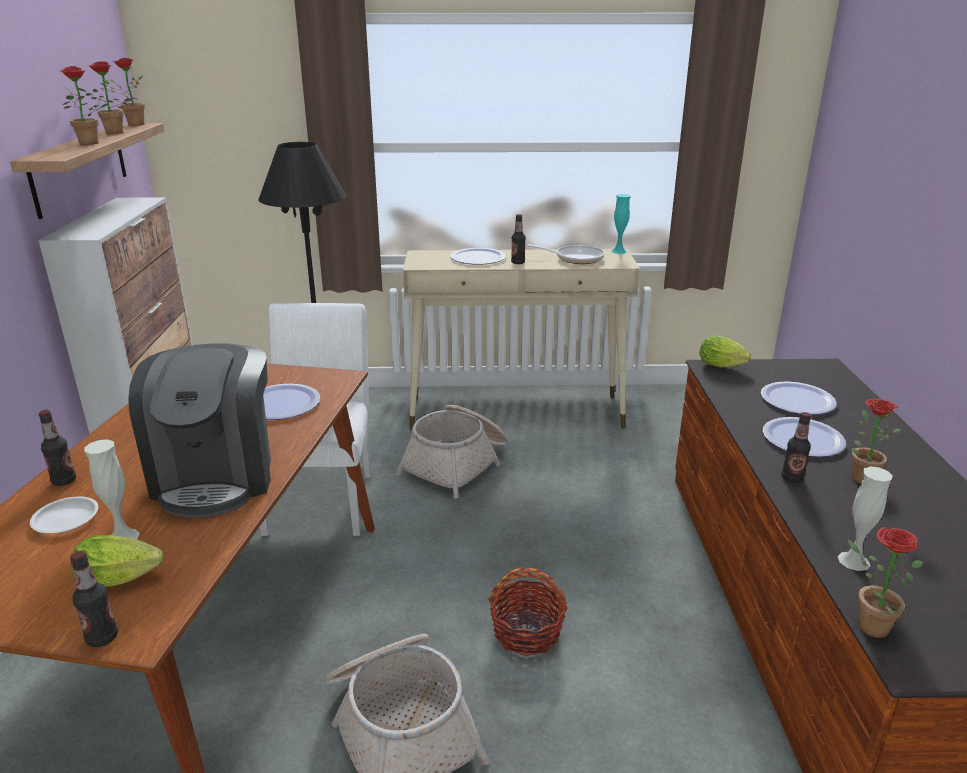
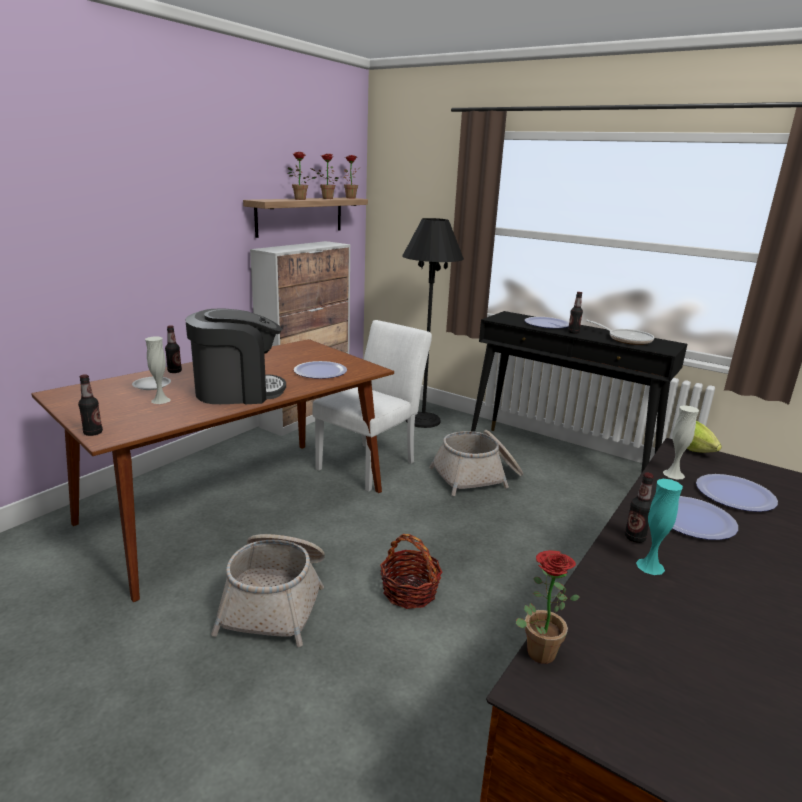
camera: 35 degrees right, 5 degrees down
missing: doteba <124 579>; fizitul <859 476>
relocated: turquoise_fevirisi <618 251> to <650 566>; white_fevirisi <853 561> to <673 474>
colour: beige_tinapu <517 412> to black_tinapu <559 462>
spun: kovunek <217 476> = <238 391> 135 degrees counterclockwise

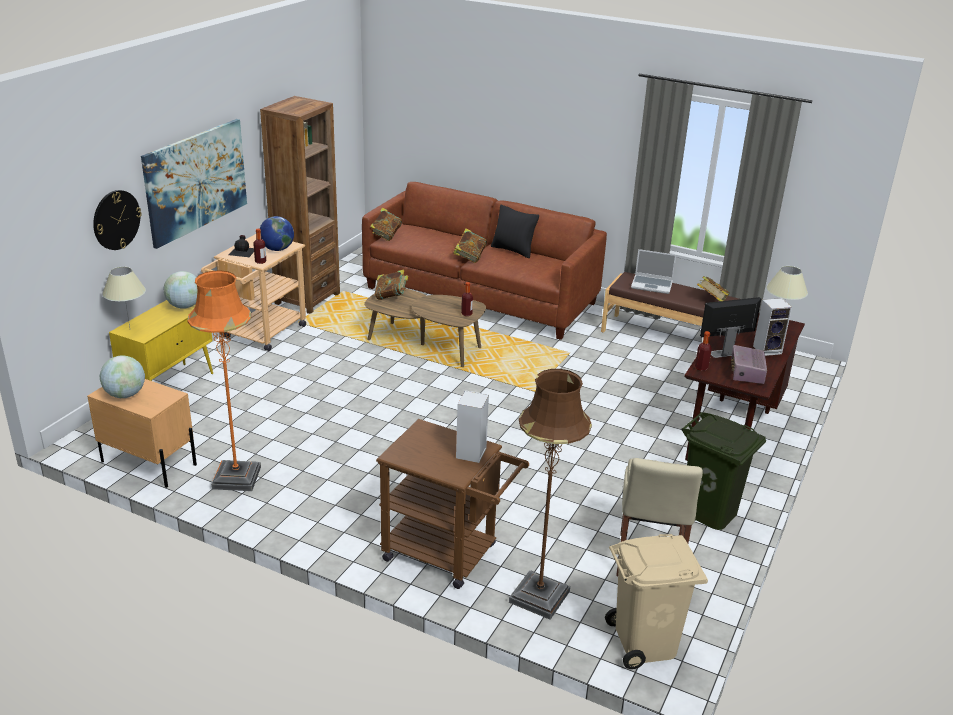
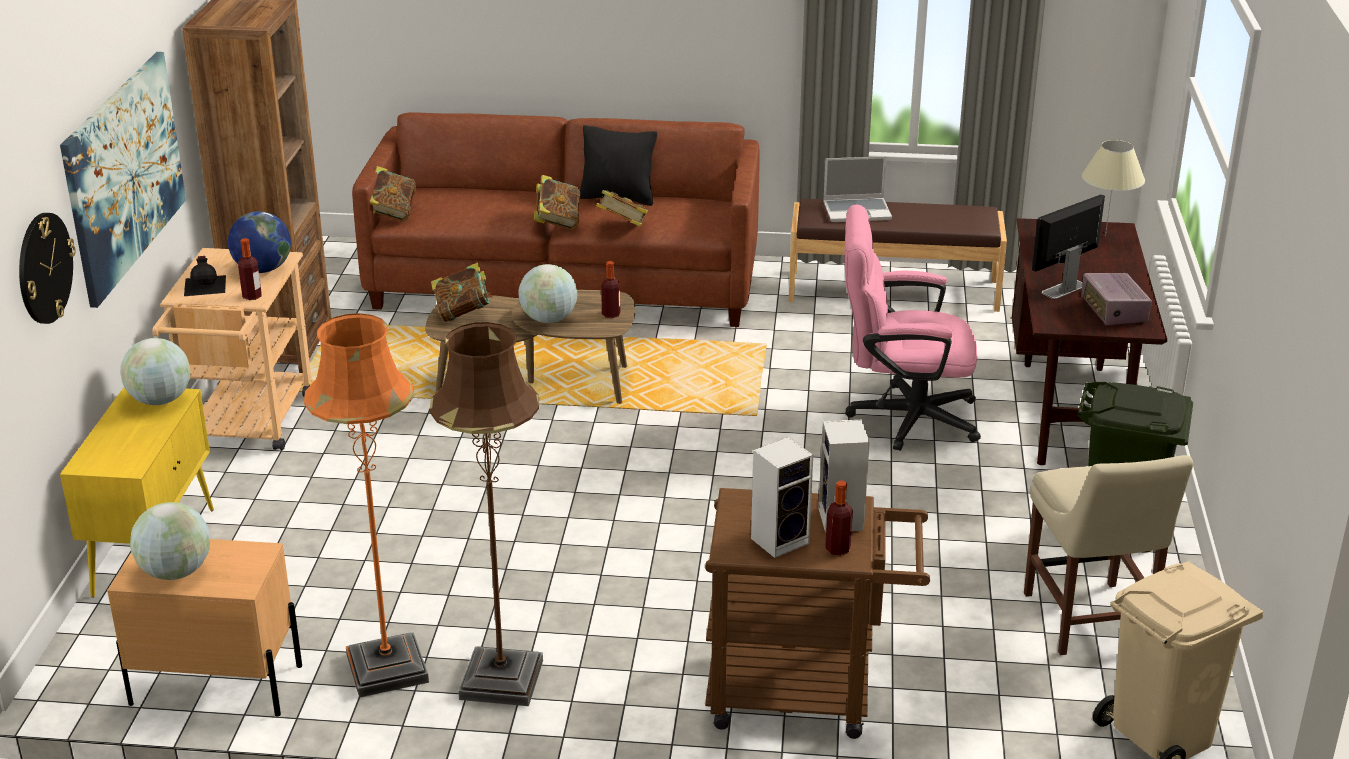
camera: 20 degrees left, 0 degrees up
missing: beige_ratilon <130 329>
appeared: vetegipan <549 319>; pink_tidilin <901 417>
relocated: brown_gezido <539 596> to <501 680>; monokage <701 368> to <837 549>; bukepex <711 301> to <622 227>; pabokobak <768 349> to <781 540>

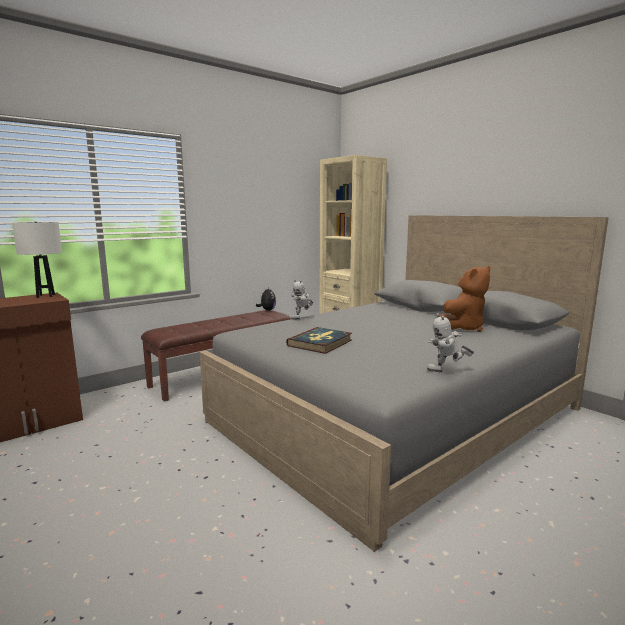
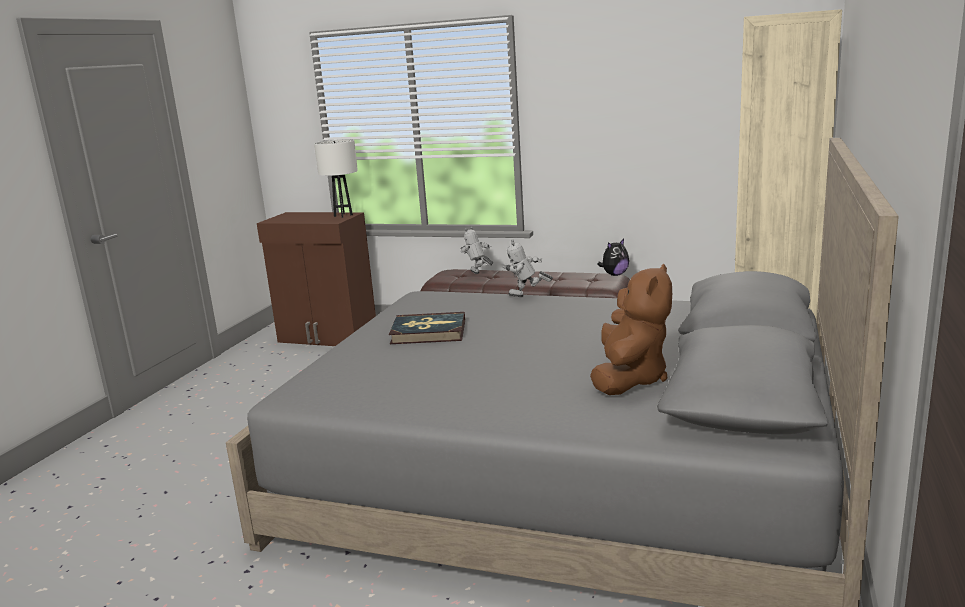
camera: 60 degrees right, 5 degrees up
relocated: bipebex <447 372> to <478 275>
spun: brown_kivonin <462 328> = <629 379> 90 degrees counterclockwise

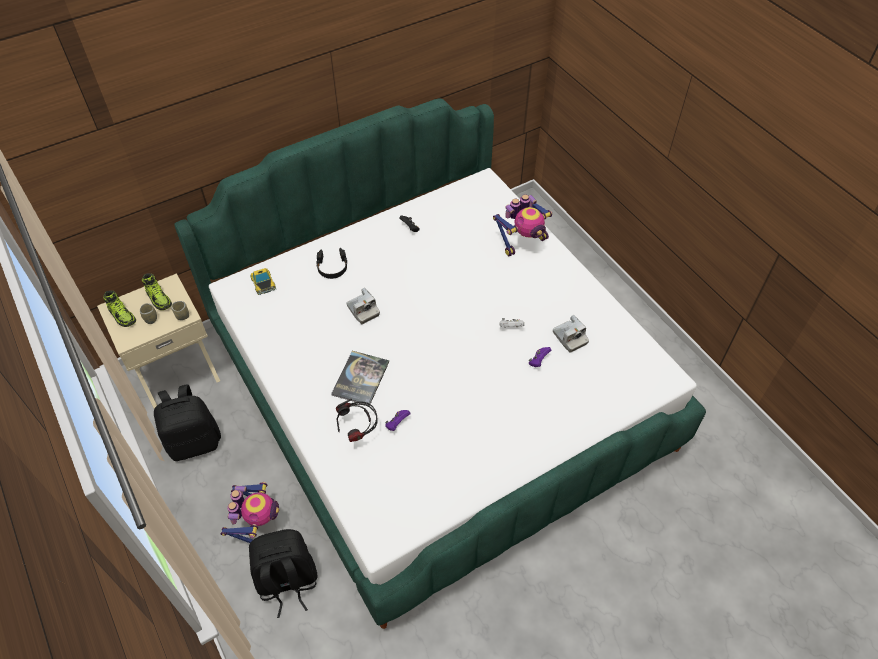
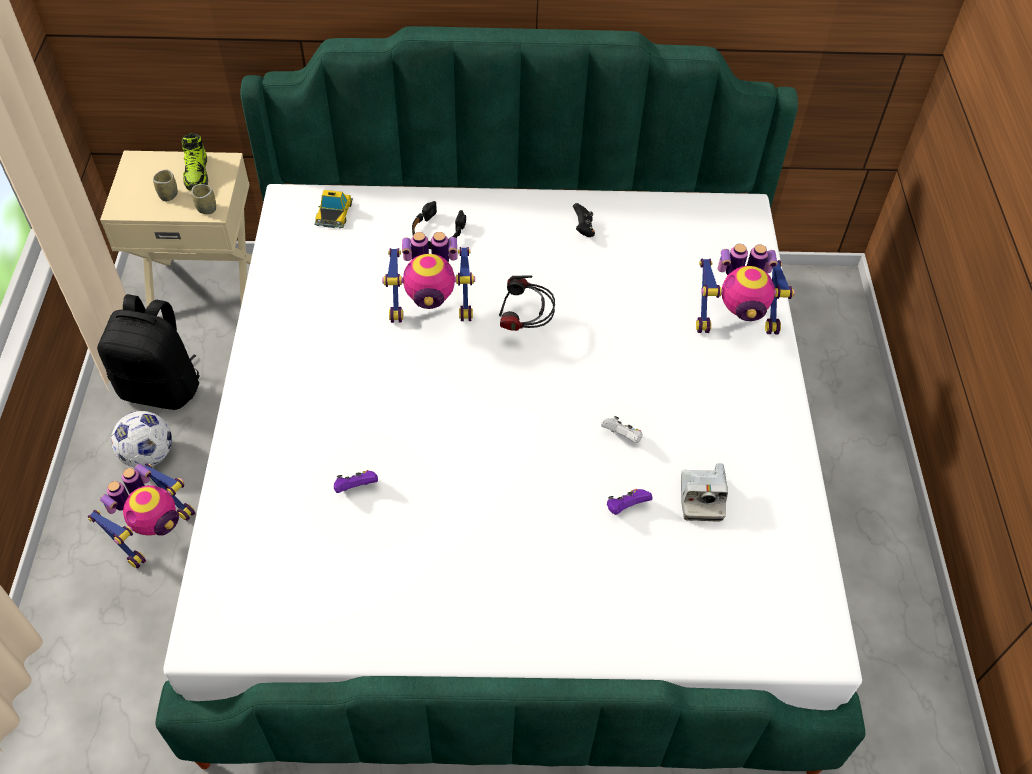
camera: 30 degrees right, 0 degrees up
missing: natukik <122 315>; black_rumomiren <287 582>; bukepex <360 378>
appeared: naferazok <148 455>
relocated: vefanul <359 431> to <525 327>
exchanged: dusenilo <363 311> to bipebex <432 310>

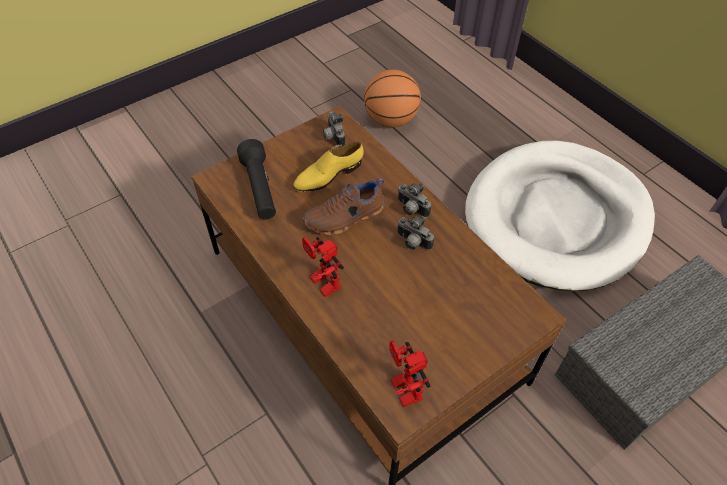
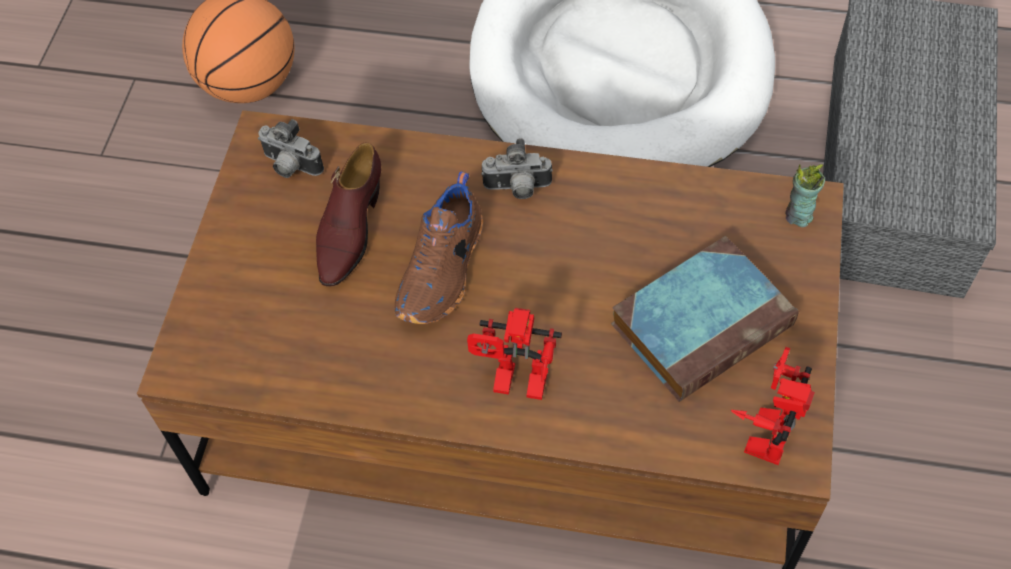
camera: 40 degrees left, 5 degrees up
missing: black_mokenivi <260 189>; dusenilo <412 243>
appeared: bukepex <703 322>; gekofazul <798 216>
colour: yellow_natukik <328 175> to brown_natukik <349 229>
spun: bipebex <401 389> = <762 430> 90 degrees clockwise

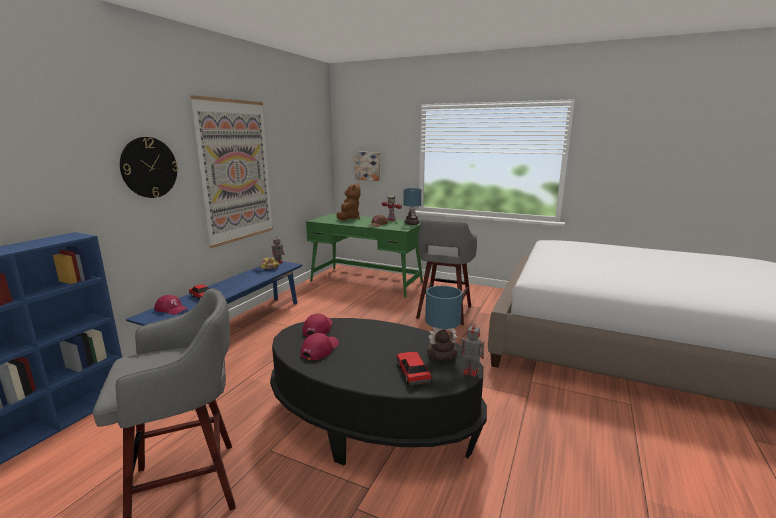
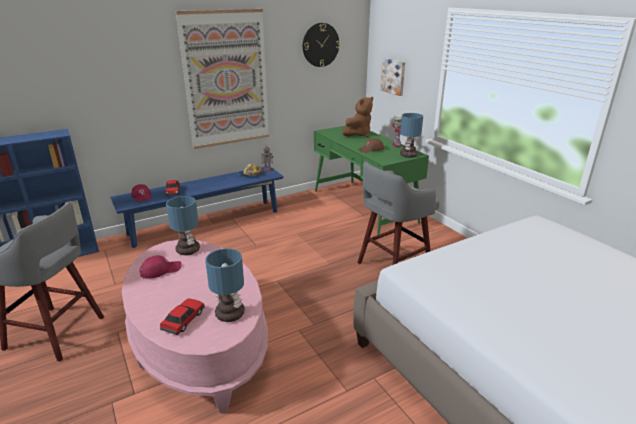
camera: 35 degrees right, 10 degrees up
missing: bipebex <469 371>
relocated: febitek <149 167> to <320 45>
exchanged: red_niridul <318 328> to ratilon <187 250>
colour: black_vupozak <372 420> to pink_vupozak <199 344>

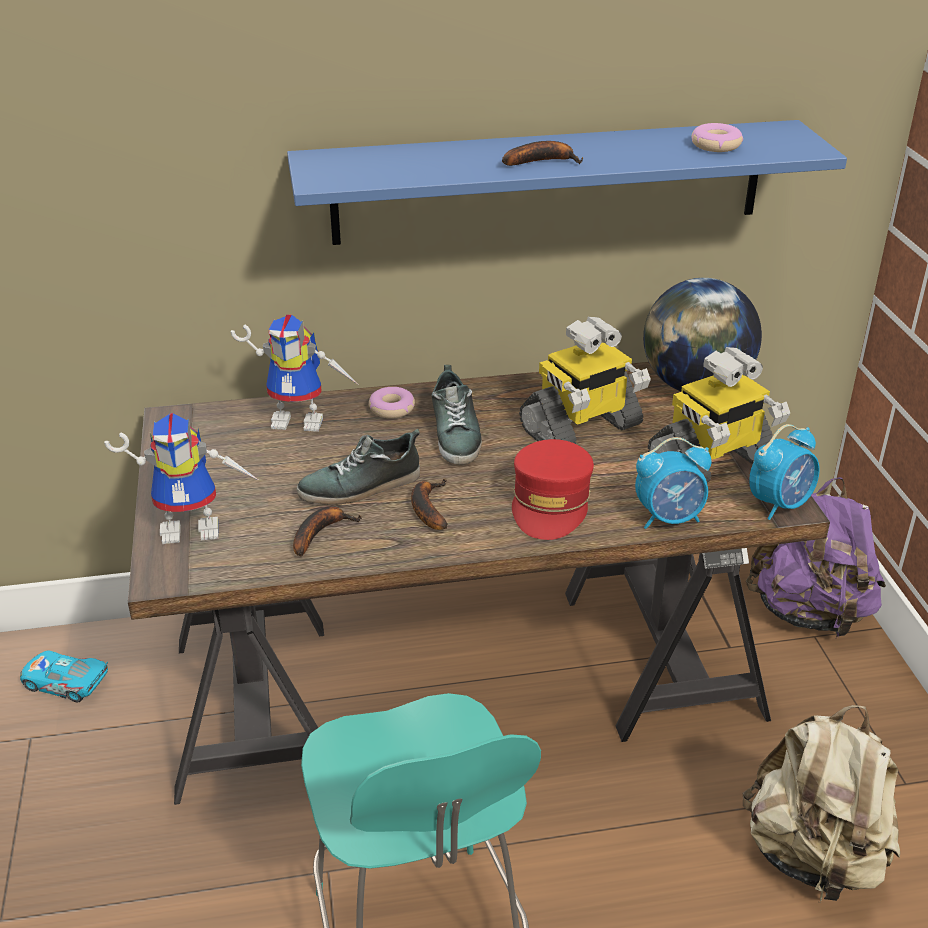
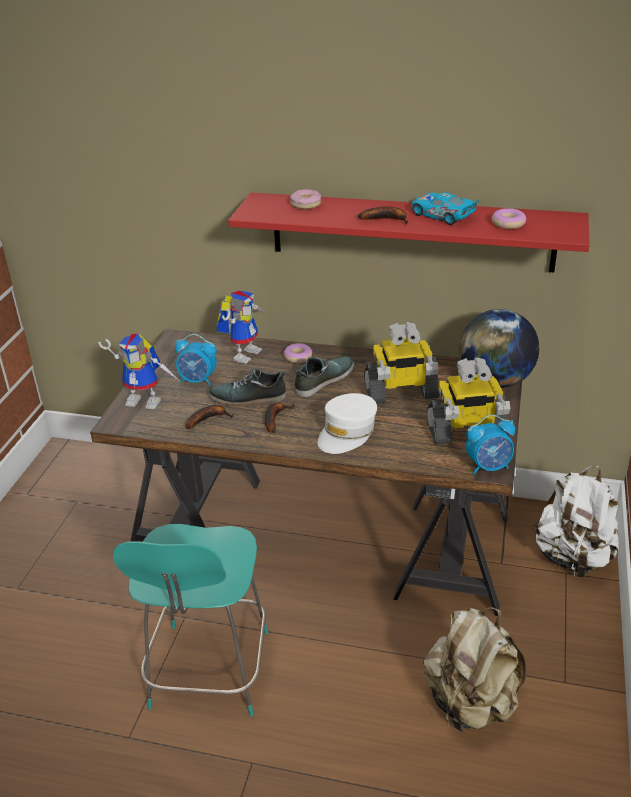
camera: 25 degrees right, 0 degrees up
appeared: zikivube <305 204>
relocated: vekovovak <66 683> to <442 215>; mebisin <669 518> to <198 380>
colour: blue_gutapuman <549 182> to red_gutapuman <411 232>; red_niridul <550 503> to white_niridul <347 432>; purple_rumomiren <809 613> to white_rumomiren <572 557>
spun: bipebex <303 419> = <244 353> 90 degrees counterclockwise; natukik <456 434> = <323 380> 150 degrees counterclockwise

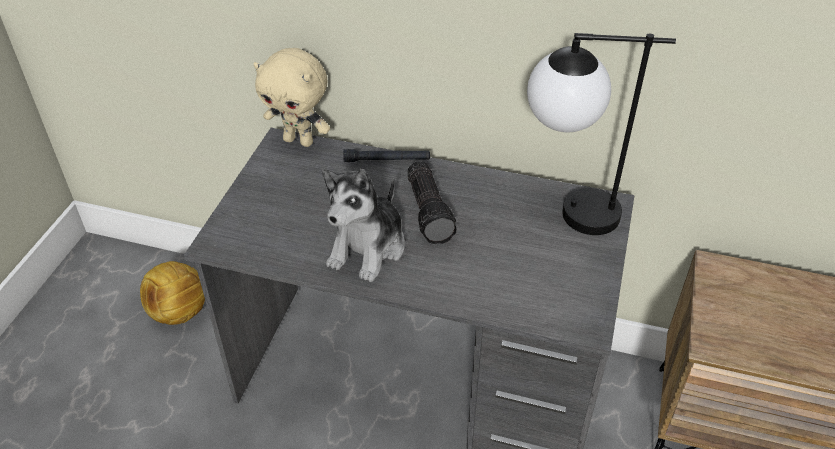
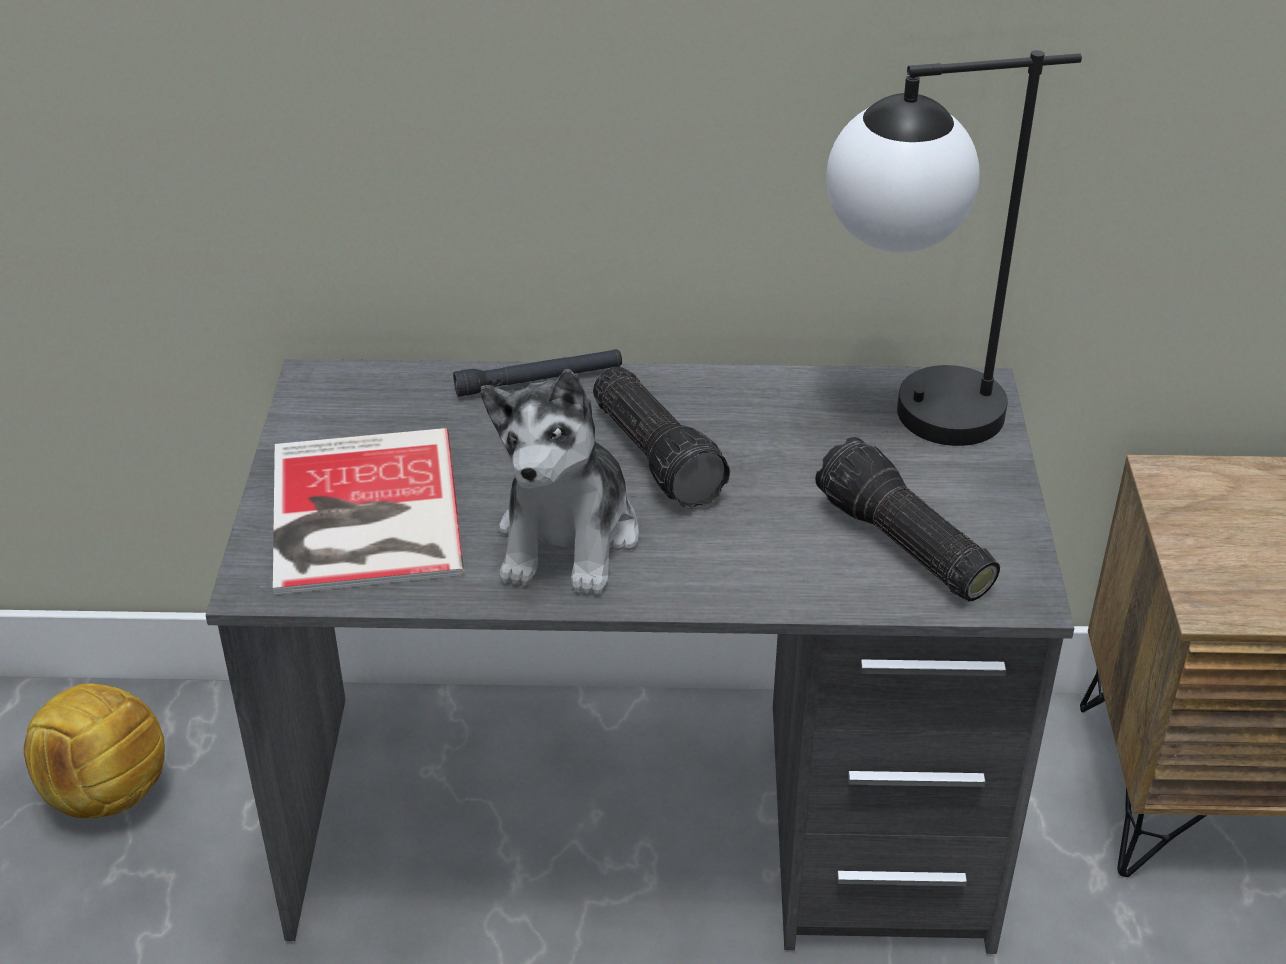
camera: 15 degrees left, 5 degrees down
missing: beige_kivonin <299 140>
appeared: bukepex <360 515>; mokenivi <900 545>

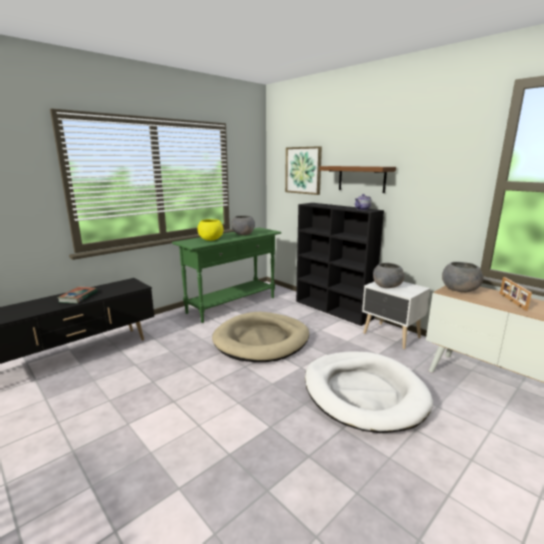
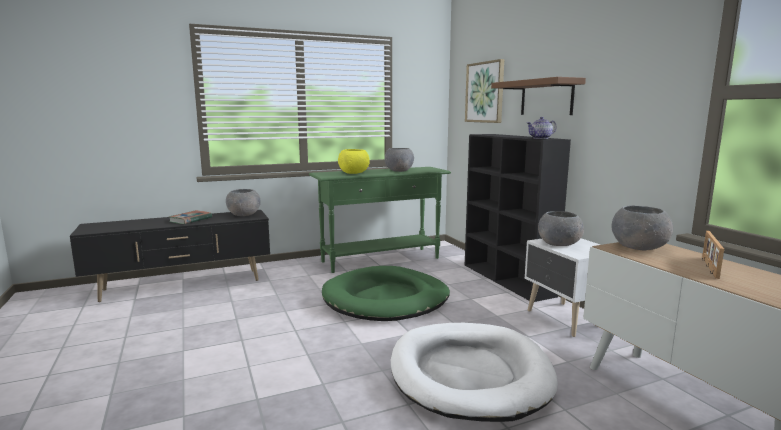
camera: 20 degrees right, 5 degrees down
appeared: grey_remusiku <244 215>
colour: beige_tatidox <262 340> to green_tatidox <386 299>

